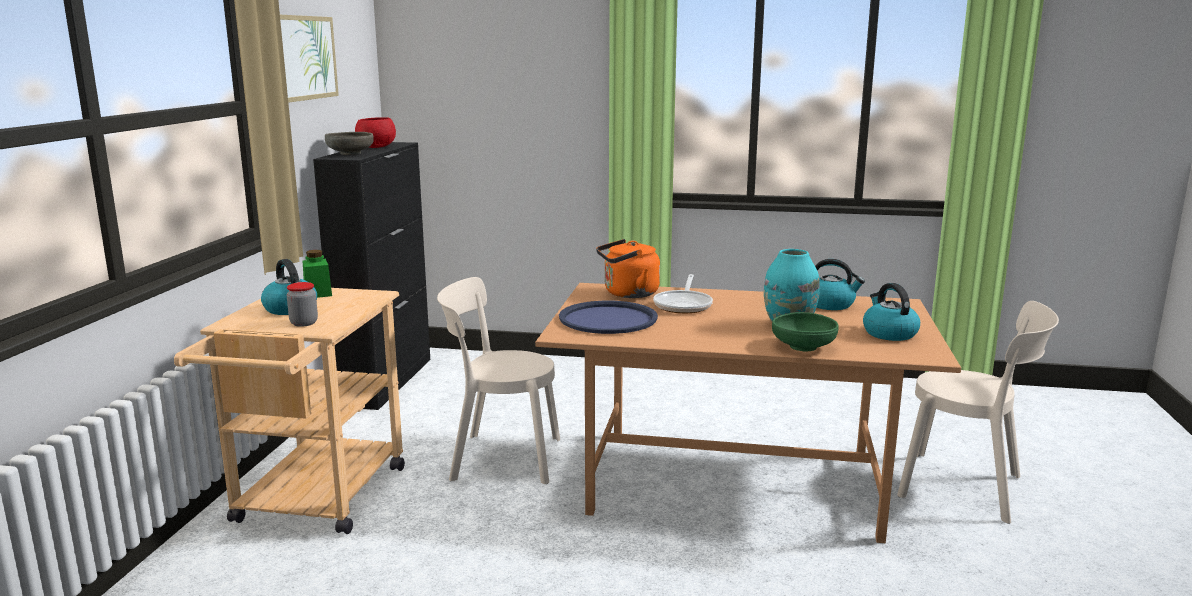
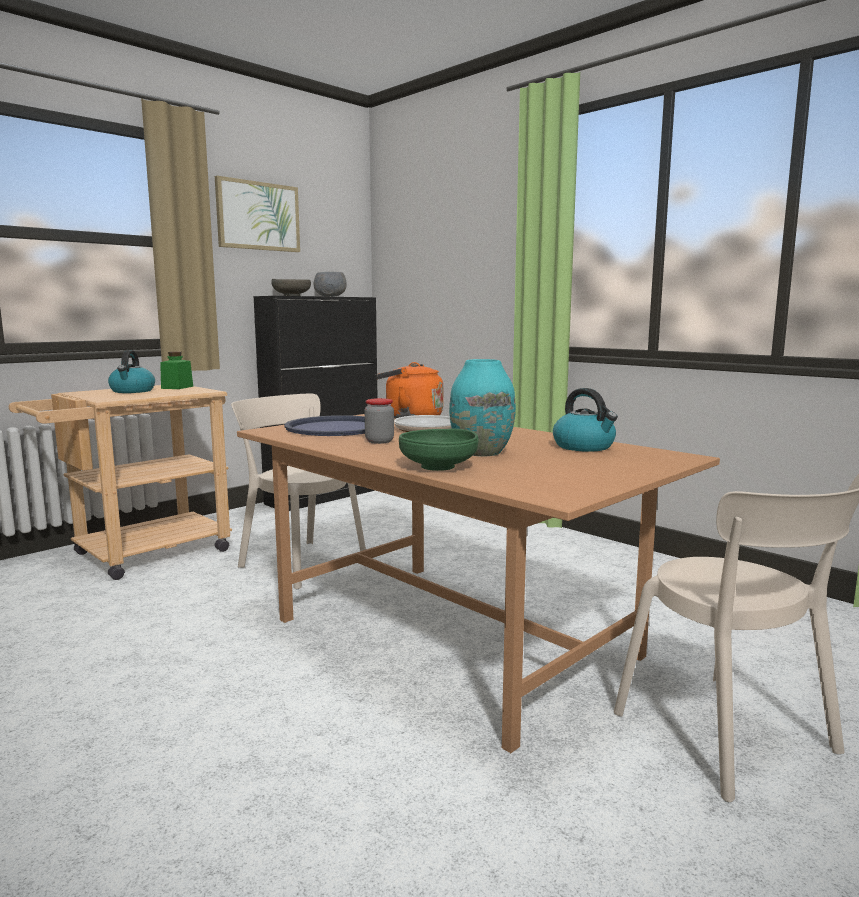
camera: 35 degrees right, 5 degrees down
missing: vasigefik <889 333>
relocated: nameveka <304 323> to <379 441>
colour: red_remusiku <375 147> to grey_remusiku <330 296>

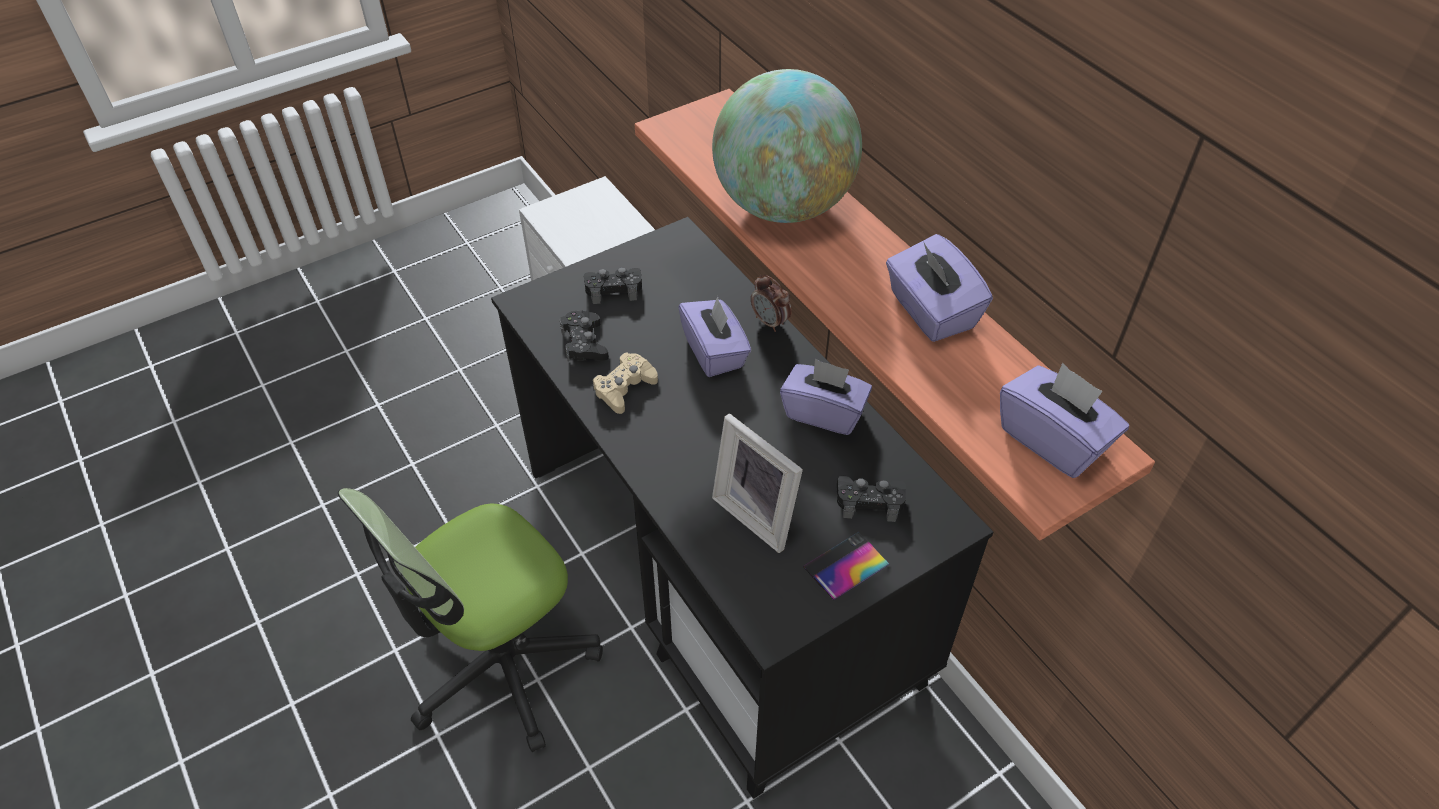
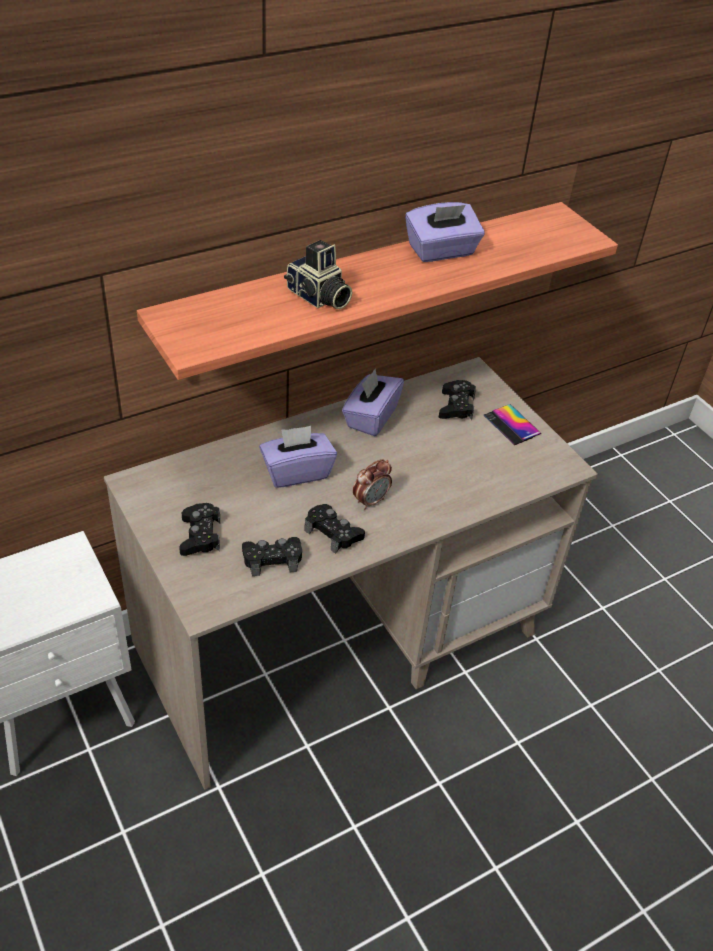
camera: 90 degrees left, 5 degrees down
missing: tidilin <501 663>; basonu <759 513>; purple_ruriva <1053 440>
relocated: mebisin <770 322> to <371 501>
exchanged: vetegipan <783 206> to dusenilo <318 297>
colour: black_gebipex <722 576> to beige_gebipex <342 637>; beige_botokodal <624 388> to black_botokodal <333 533>

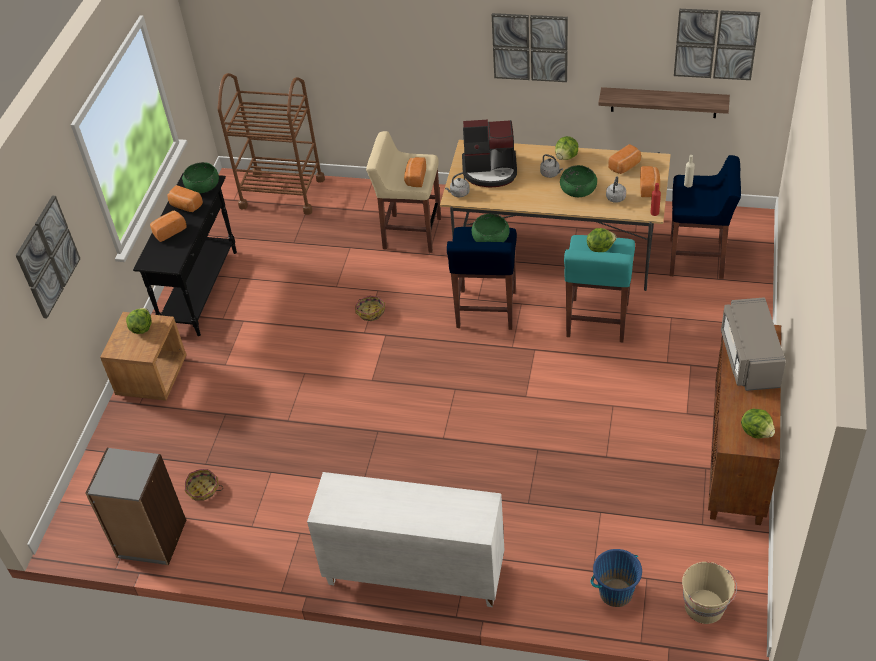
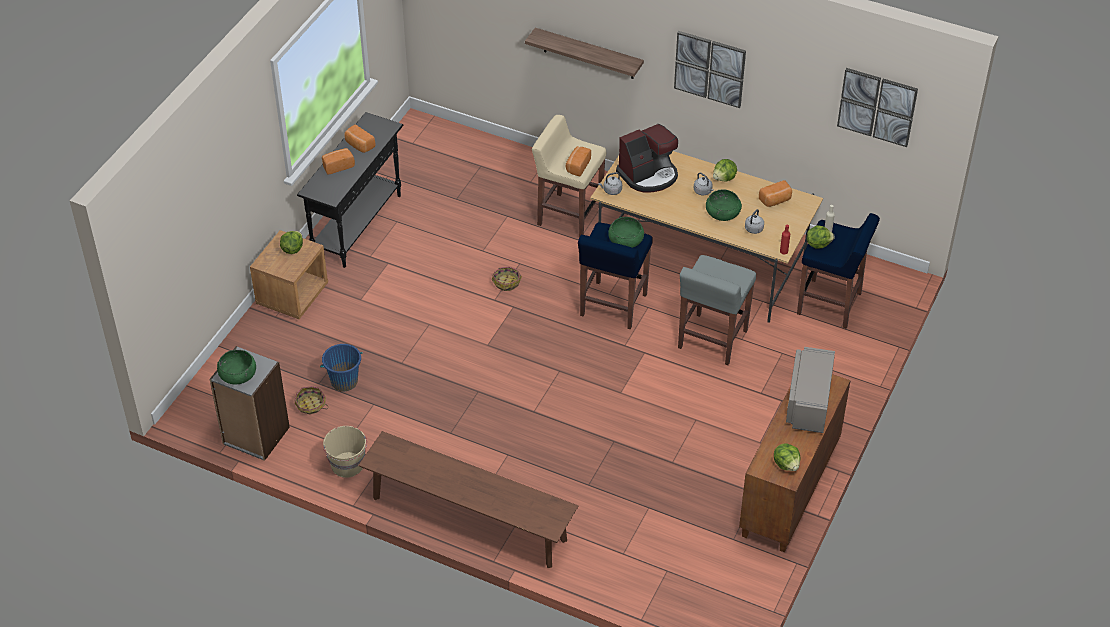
camera: 10 degrees right, 0 degrees up
missing: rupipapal <47 257>; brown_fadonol <282 193>; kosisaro <649 188>
relocated: green_remusiku <202 185> to <237 374>; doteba <600 248> to <818 244>; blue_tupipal <615 592> to <344 381>; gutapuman <663 102> to <588 54>; beige_tupipal <705 607> to <347 465>
exchanged: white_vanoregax <413 574> to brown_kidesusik <469 519>
colour: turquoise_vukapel <597 321> to grey_vukapel <712 340>
spun: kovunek <490 170> = <648 175> 45 degrees counterclockwise

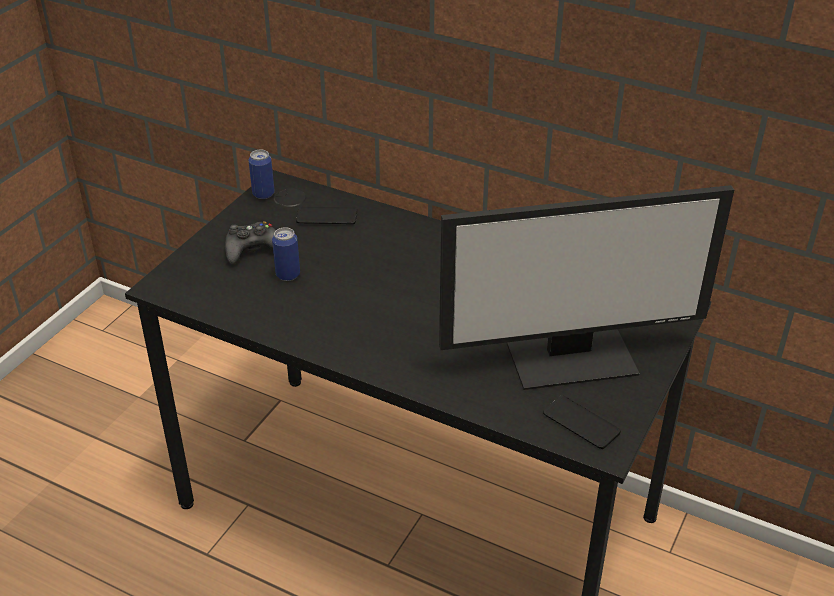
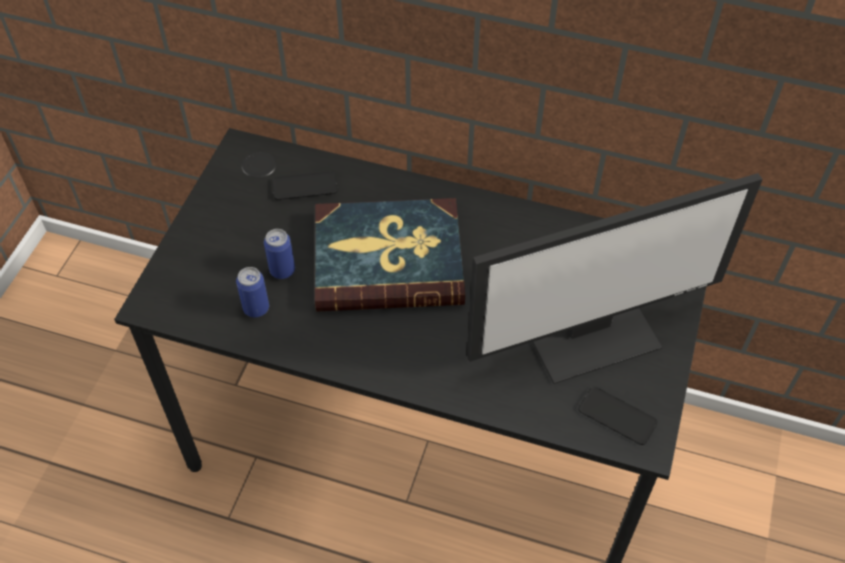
camera: 10 degrees left, 15 degrees up
missing: black_botokodal <253 250>
appeared: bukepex <388 259>
relocated: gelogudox <263 194> to <256 308>

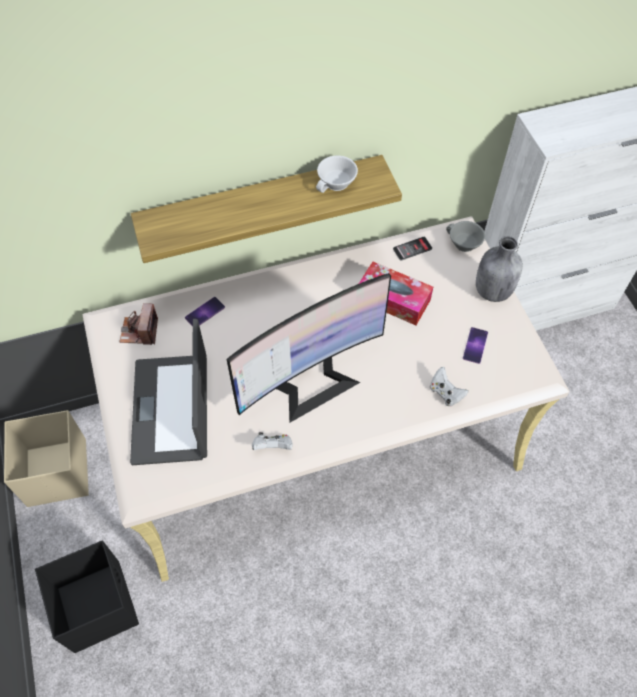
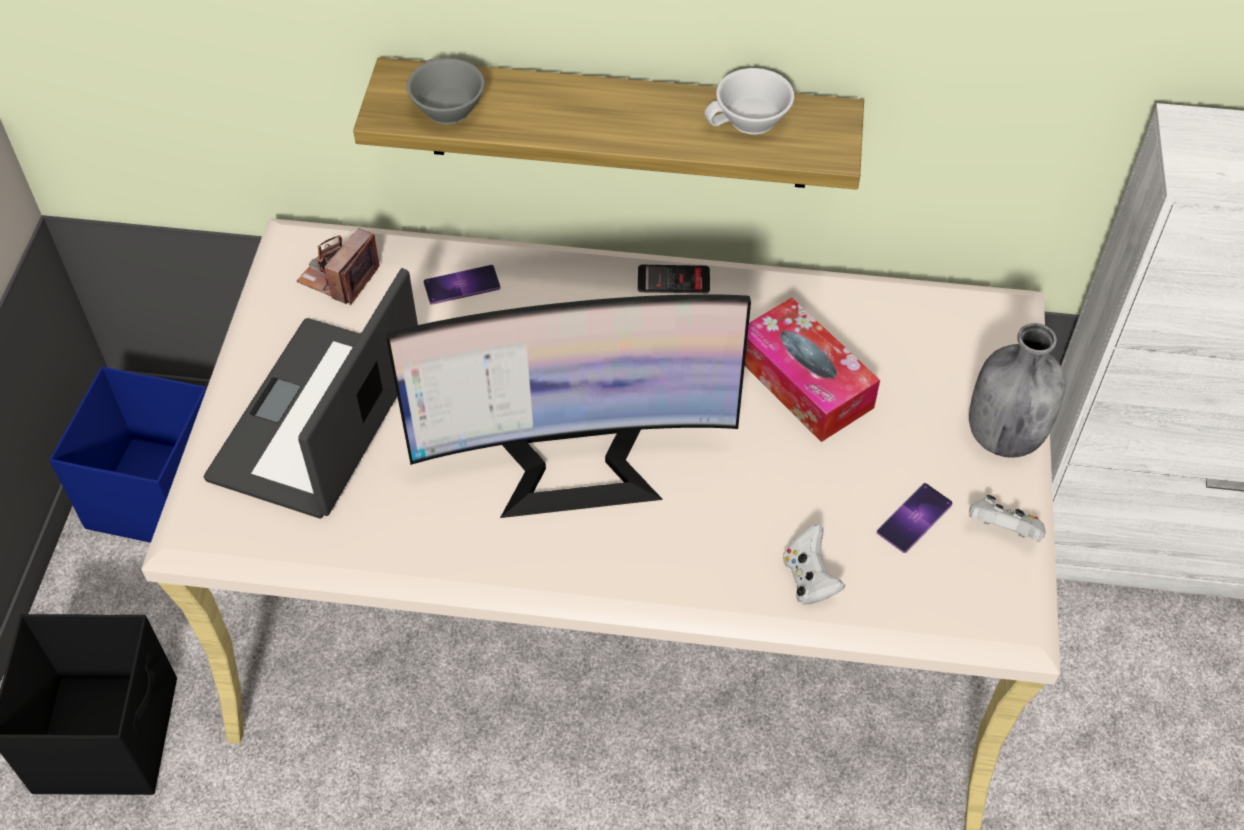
camera: 25 degrees right, 5 degrees down
relocated: white_botokodal <273 447> to <1003 531>; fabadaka <412 249> to <673 280>; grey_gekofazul <463 244> to <444 108>
colour: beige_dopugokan <57 474> to blue_dopugokan <157 495>

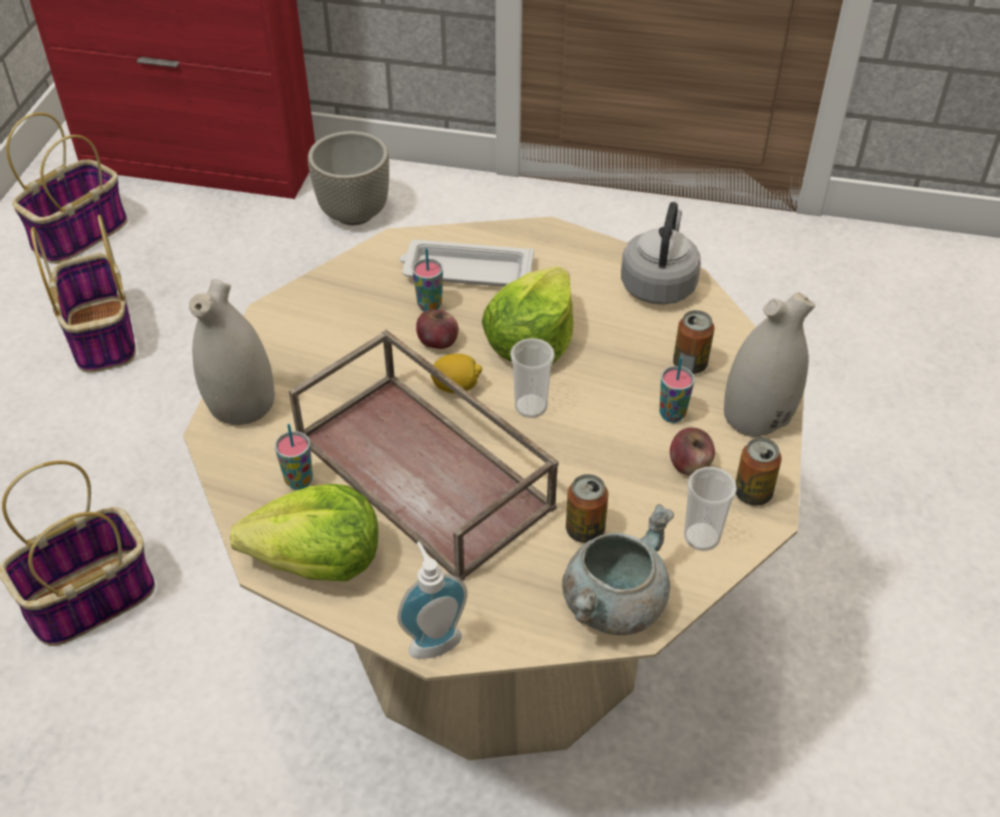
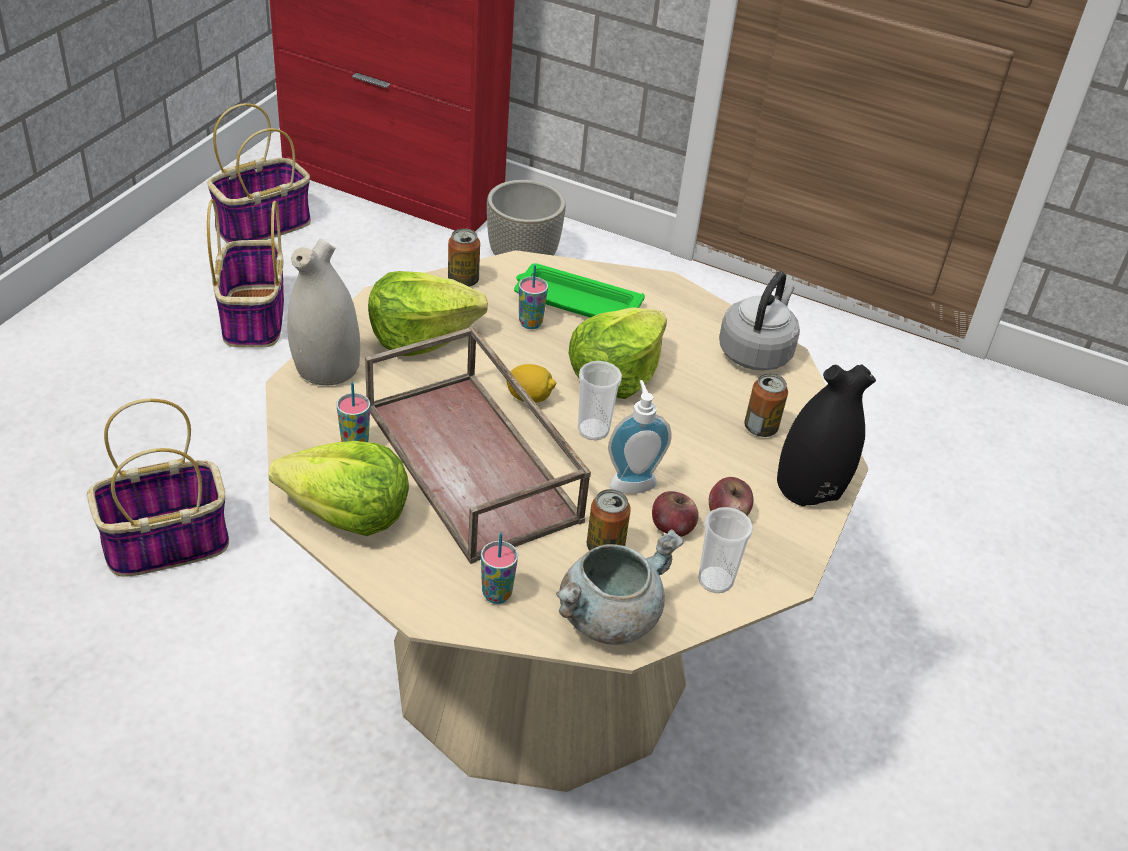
camera: 10 degrees right, 5 degrees down
appeared: doteba <421 336>
relocated: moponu <432 639> to <631 481>; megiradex <438 342> to <672 527>; gekofazul <672 414> to <497 594>; gelogudox <752 493> to <463 281>
colour: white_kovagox <465 271> to green_kovagox <575 301>; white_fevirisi <758 416> to black_fevirisi <810 488>

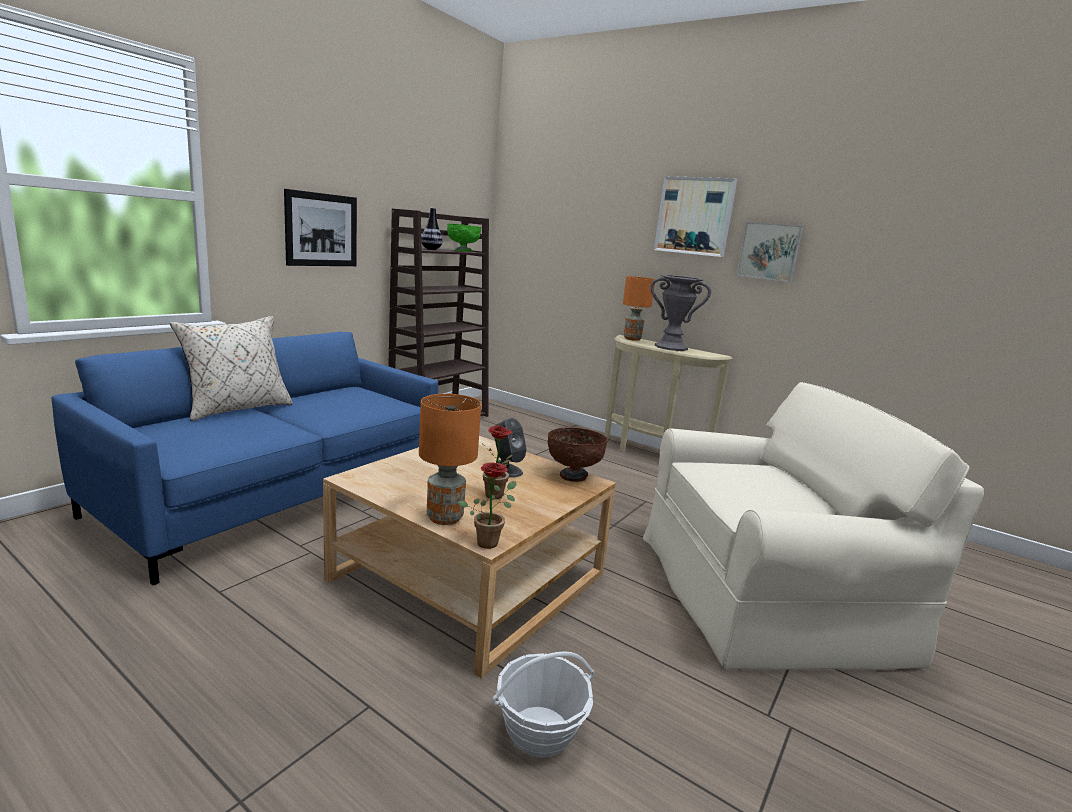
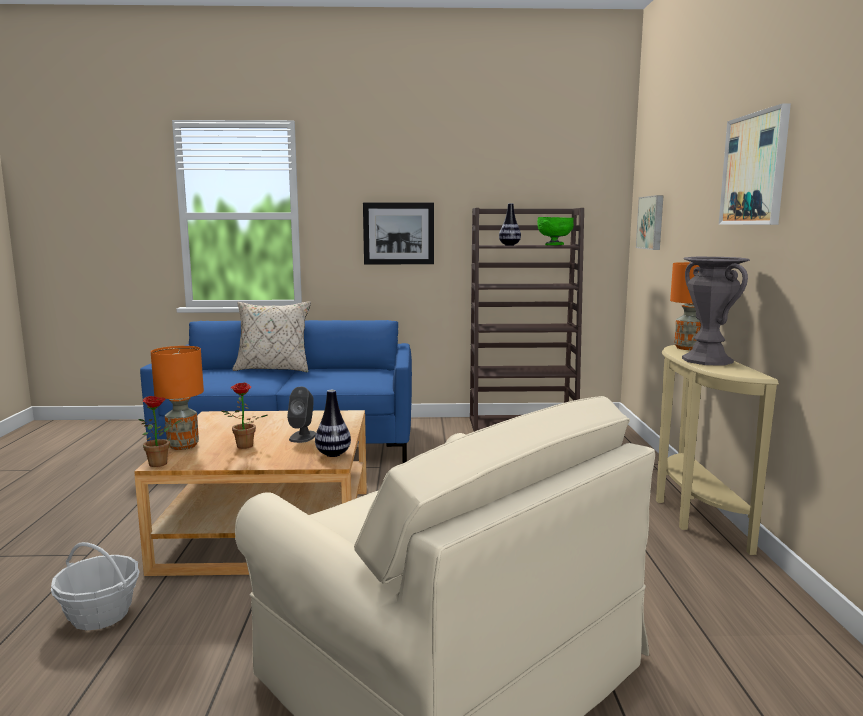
camera: 55 degrees right, 5 degrees down
relocated: rupipapal <769 251> to <652 222>
exchanged: brown_remusiku <573 476> to fevirisi <333 454>

